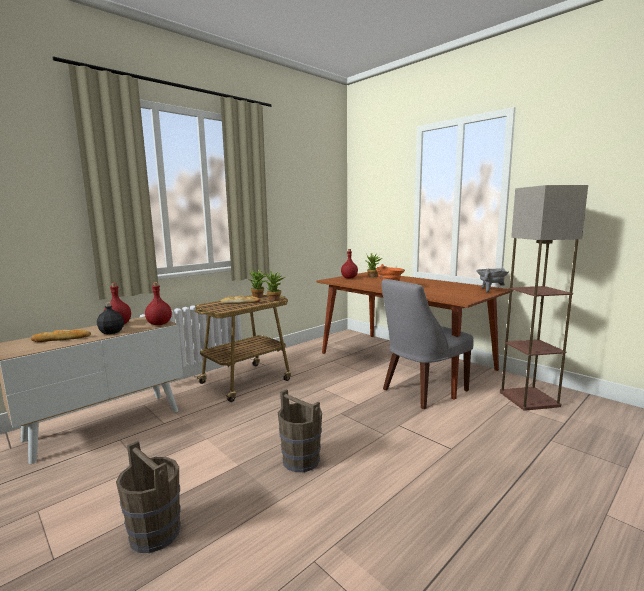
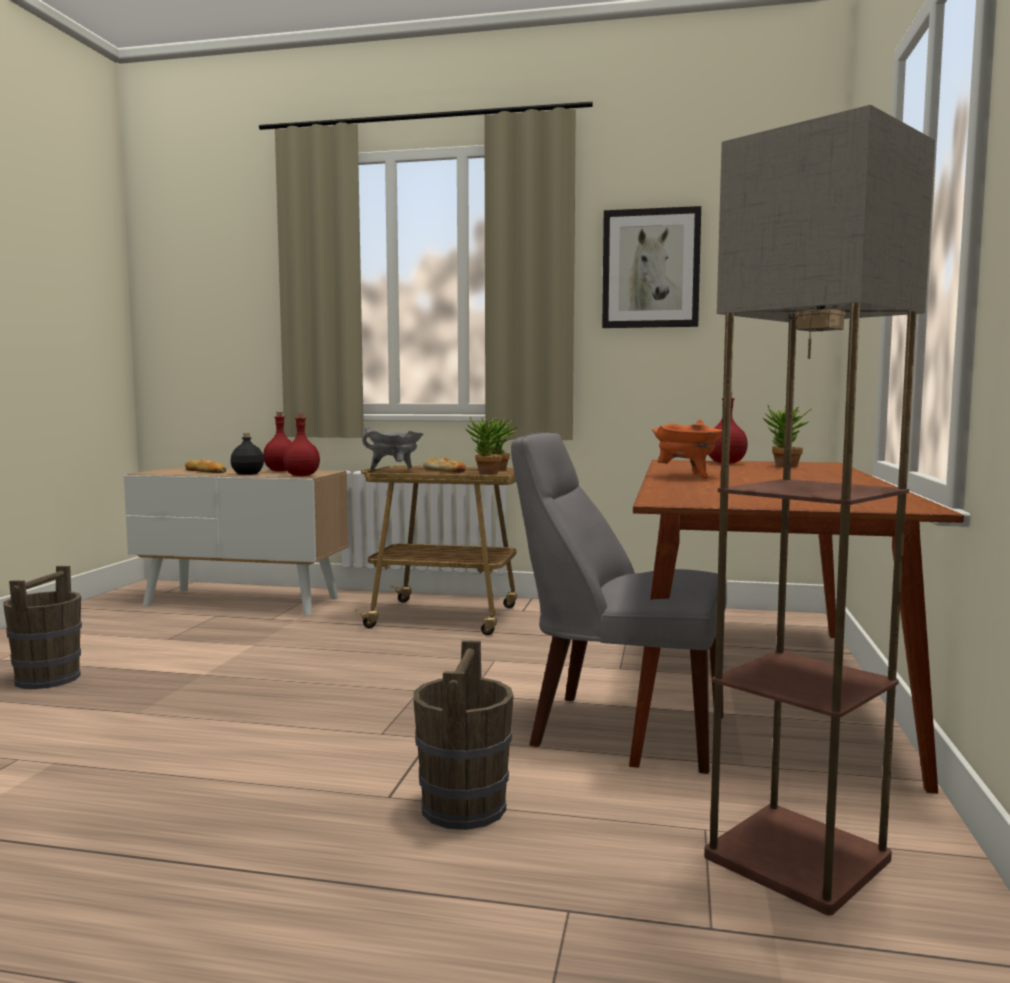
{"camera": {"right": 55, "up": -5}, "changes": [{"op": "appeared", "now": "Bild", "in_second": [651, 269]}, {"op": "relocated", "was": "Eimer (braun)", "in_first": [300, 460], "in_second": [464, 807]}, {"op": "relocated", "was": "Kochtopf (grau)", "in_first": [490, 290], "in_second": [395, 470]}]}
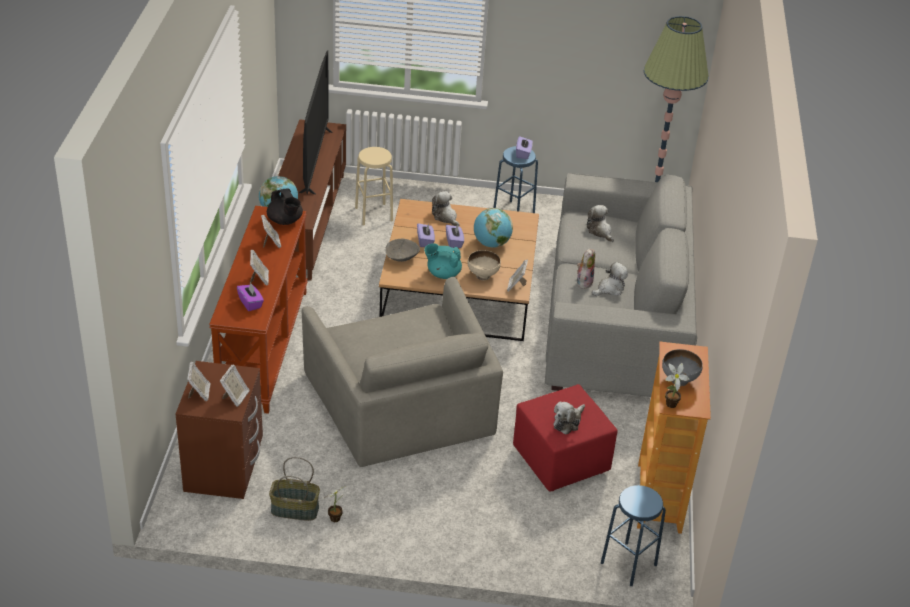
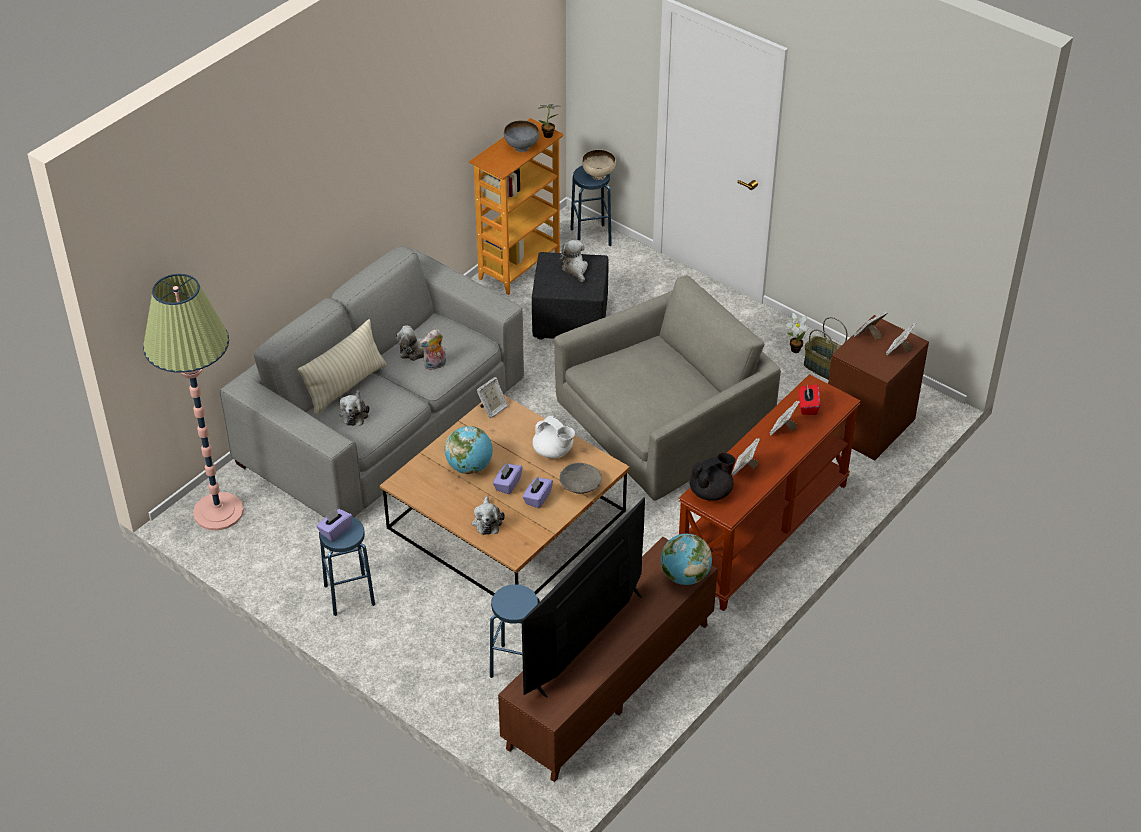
{"camera": {"right": -145, "up": 5}, "changes": [{"op": "appeared", "now": "Kissen (beige)", "in_second": [345, 386]}, {"op": "relocated", "was": "Schüssel (beige)", "in_first": [483, 275], "in_second": [598, 176]}, {"op": "colour", "was": "Taschentuchbox (lila)", "now": "Taschentuchbox (rot)", "in_first": [250, 303], "in_second": [807, 406]}, {"op": "colour", "was": "Hocker (beige)", "now": "Hocker (blau)", "in_first": [373, 214], "in_second": [516, 665]}, {"op": "colour", "was": "Teekanne (türkis)", "now": "Teekanne (weiß)", "in_first": [443, 274], "in_second": [553, 451]}, {"op": "colour", "was": "Polsterhocker (rot)", "now": "Polsterhocker (schwarz)", "in_first": [560, 462], "in_second": [571, 320]}, {"op": "spun", "was": "Teekanne (schwarz)", "in_first": [285, 221], "in_second": [711, 492], "clockwise": 60}, {"op": "spun", "was": "Sessel (grau)", "in_first": [402, 402], "in_second": [665, 423], "clockwise": 45}, {"op": "spun", "was": "Plüschtier", "in_first": [568, 422], "in_second": [575, 268], "clockwise": -90}]}
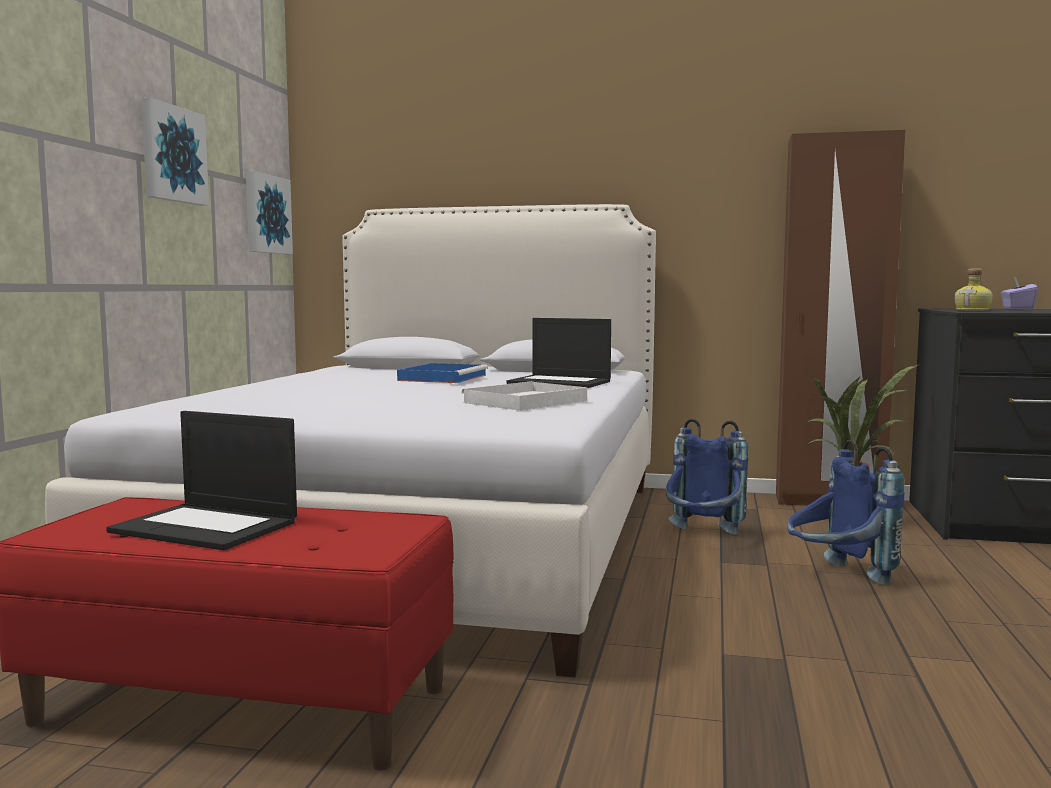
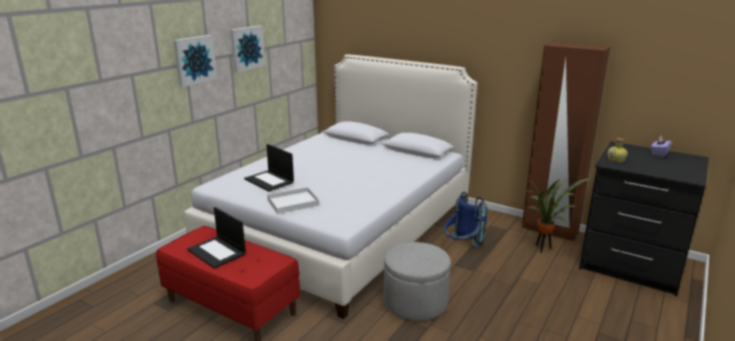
{"camera": {"right": 20, "up": 15}, "changes": [{"op": "missing", "was": "Tablett (blau)", "in_first": [443, 377]}, {"op": "missing", "was": "Rucksack (blau)", "in_first": [837, 578]}, {"op": "appeared", "now": "Polsterhocker (grau)", "in_second": [415, 302]}, {"op": "relocated", "was": "Bild", "in_first": [267, 214], "in_second": [194, 60]}, {"op": "relocated", "was": "Tablett (weiß)", "in_first": [524, 402], "in_second": [292, 203]}, {"op": "relocated", "was": "Laptop", "in_first": [561, 382], "in_second": [269, 181]}]}
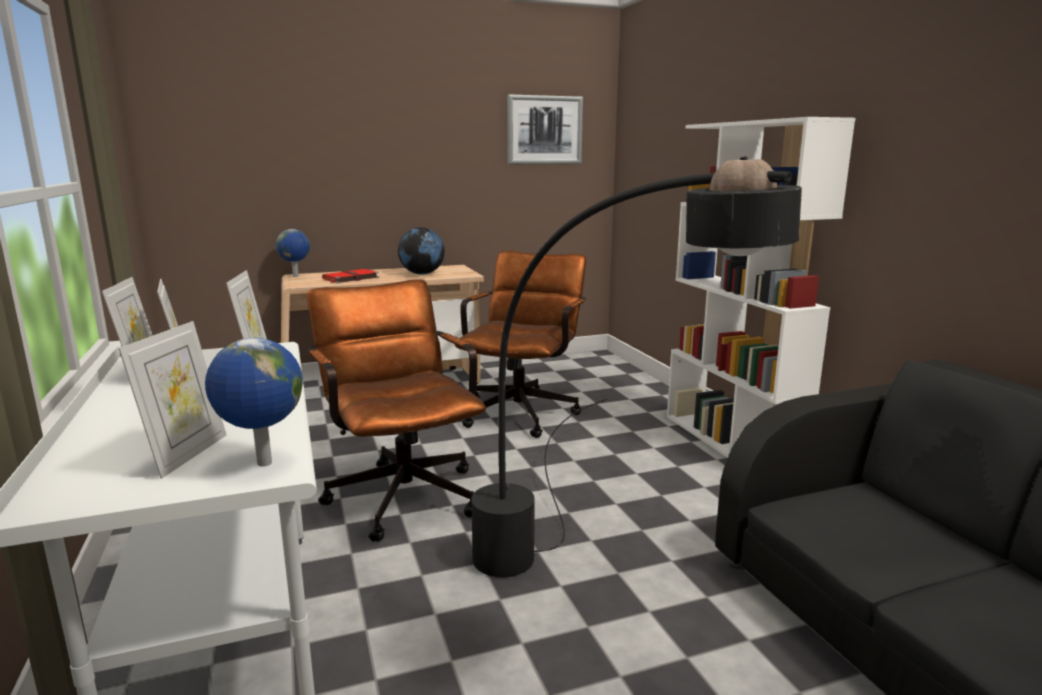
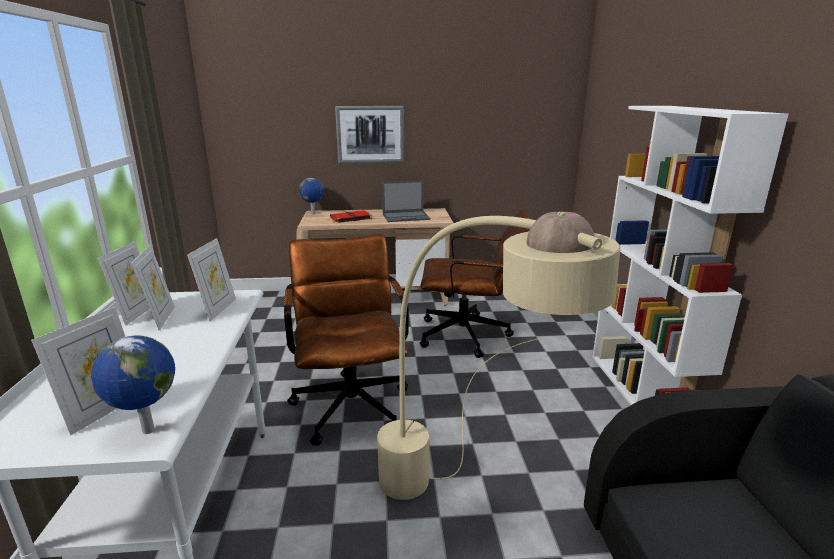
{"camera": {"right": 15, "up": 5}, "changes": [{"op": "relocated", "was": "Bild", "in_first": [544, 130], "in_second": [370, 134]}, {"op": "exchanged", "was": "Globus", "now": "Laptop", "in_first": [422, 274], "in_second": [406, 217]}, {"op": "colour", "was": "Stehlampe (schwarz)", "now": "Stehlampe (beige)", "in_first": [581, 579], "in_second": [459, 514]}, {"op": "spun", "was": "Bürostuhl (braun)", "in_first": [523, 410], "in_second": [472, 336], "clockwise": 60}]}
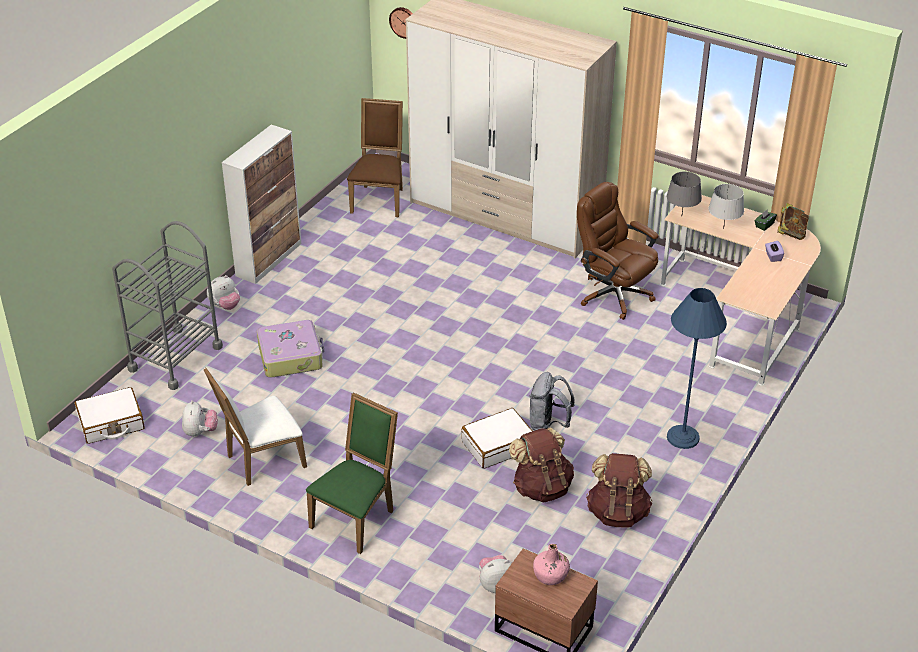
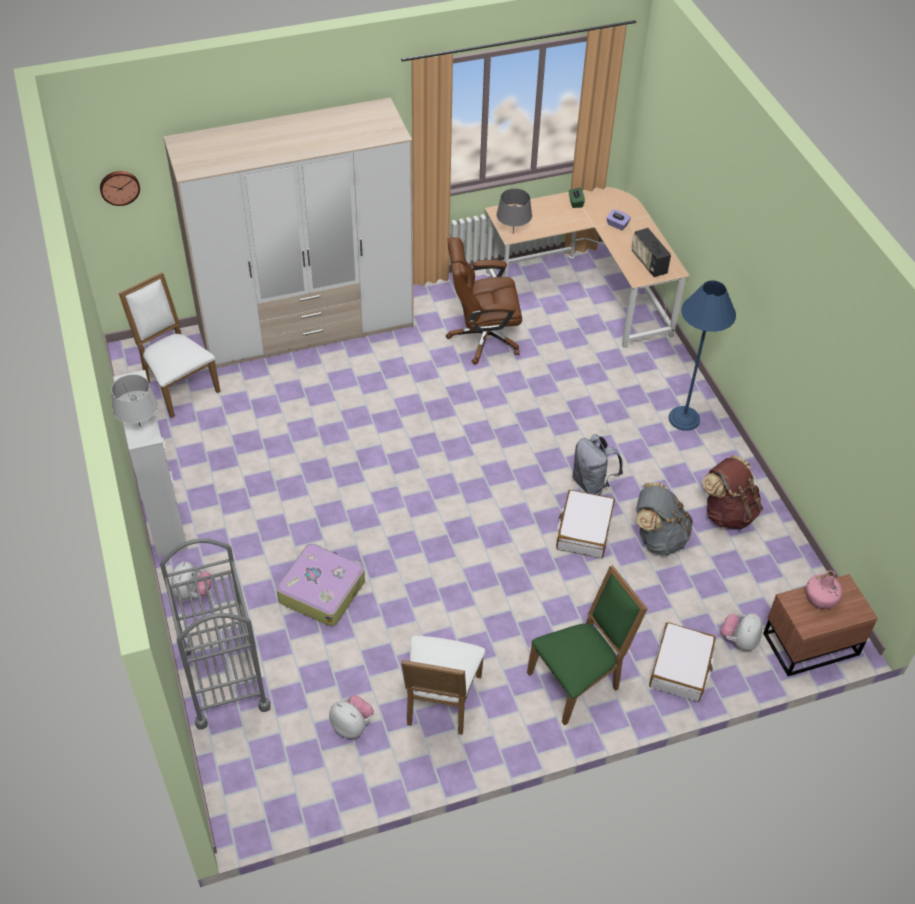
{"camera": {"right": -50, "up": 10}, "changes": [{"op": "missing", "was": "Buch", "in_first": [791, 232]}, {"op": "appeared", "now": "Radio", "in_second": [648, 263]}, {"op": "relocated", "was": "Koffer (weiß)", "in_first": [111, 423], "in_second": [681, 668]}, {"op": "relocated", "was": "Tischlampe (grau)", "in_first": [723, 228], "in_second": [140, 426]}, {"op": "colour", "was": "Stuhl (braun)", "now": "Stuhl (weiß)", "in_first": [379, 199], "in_second": [178, 385]}, {"op": "colour", "was": "Rucksack (braun)", "now": "Rucksack (grau)", "in_first": [541, 487], "in_second": [658, 537]}, {"op": "spun", "was": "Stuhl (grün)", "in_first": [356, 517], "in_second": [578, 681], "clockwise": 75}]}
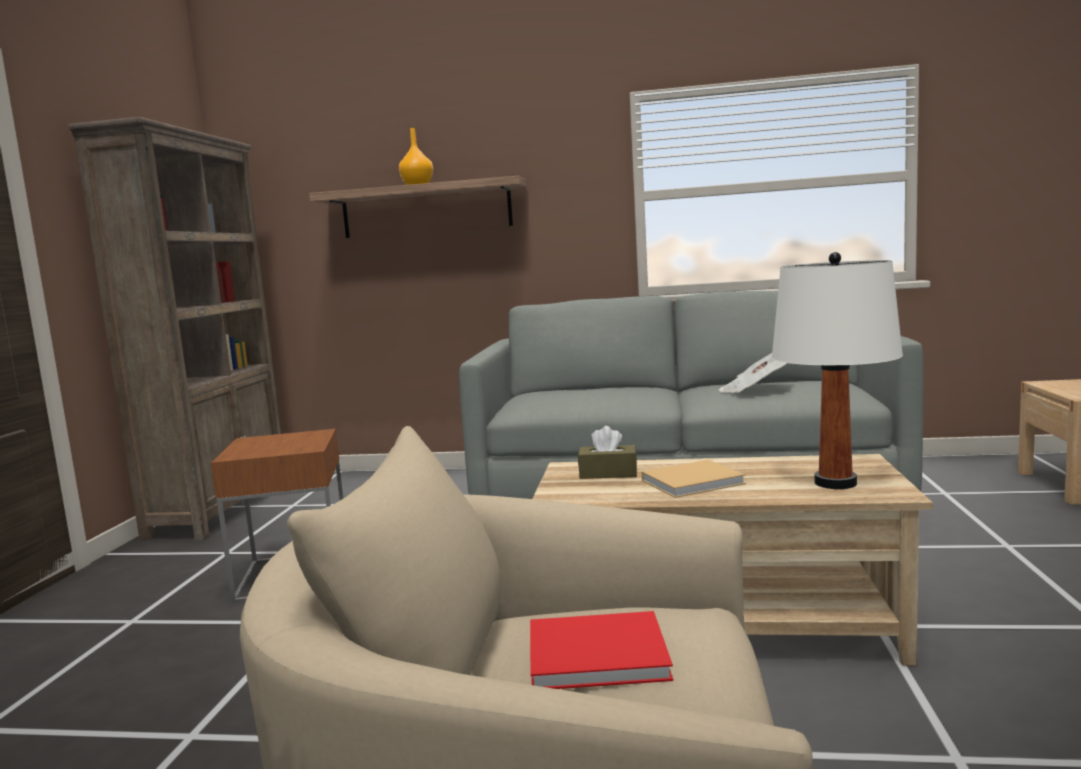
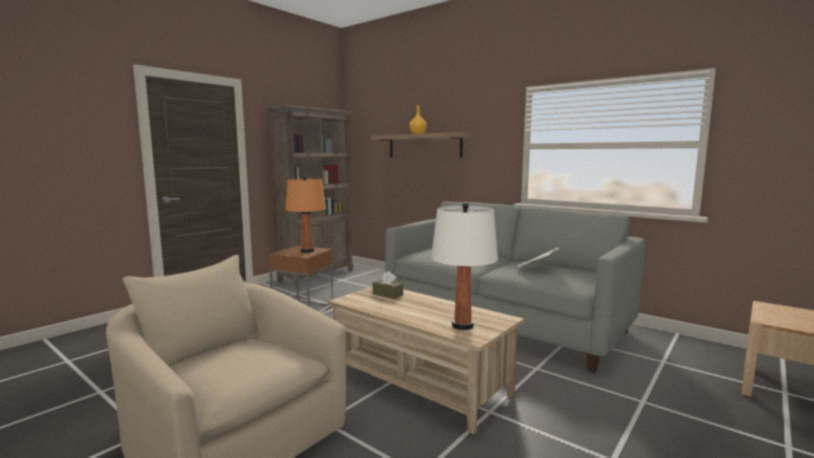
{"camera": {"right": 30, "up": 0}, "changes": [{"op": "missing", "was": "Buch (rot)", "in_first": [602, 655]}, {"op": "missing", "was": "Buch (beige)", "in_first": [695, 481]}, {"op": "appeared", "now": "Tischlampe (orange)", "in_second": [307, 251]}]}
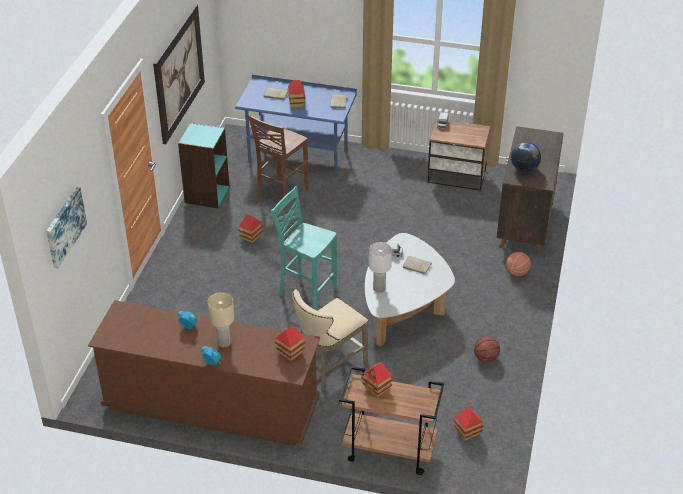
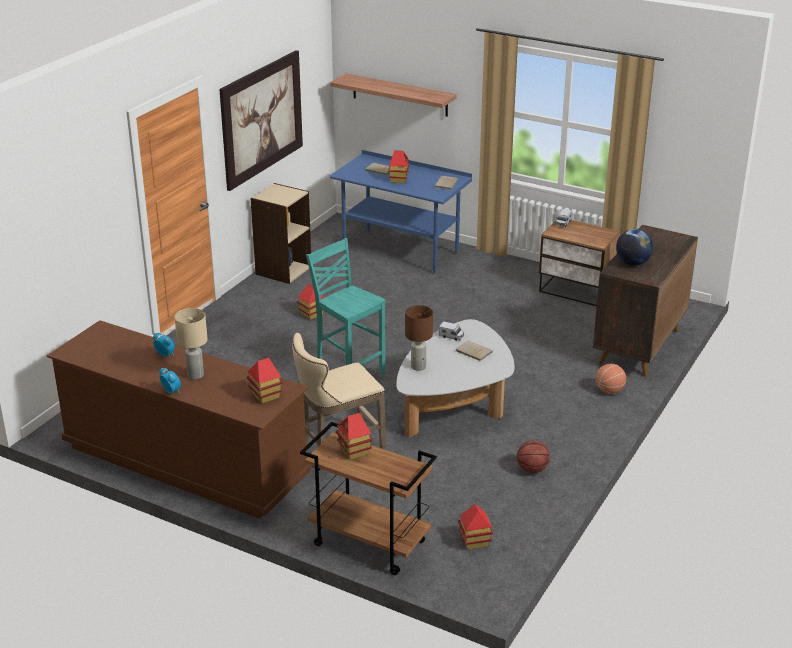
{"camera": {"right": 15, "up": -10}, "changes": [{"op": "missing", "was": "Bild", "in_first": [64, 227]}, {"op": "missing", "was": "Hocker (braun)", "in_first": [281, 194]}, {"op": "appeared", "now": "Wandregal", "in_second": [400, 95]}, {"op": "colour", "was": "Bücherregal (türkis)", "now": "Bücherregal (beige)", "in_first": [206, 194], "in_second": [283, 270]}, {"op": "colour", "was": "Tischlampe (weiß)", "now": "Tischlampe (braun)", "in_first": [379, 288], "in_second": [418, 367]}]}
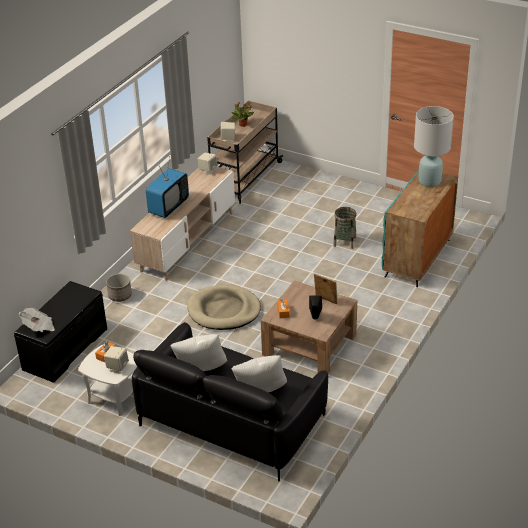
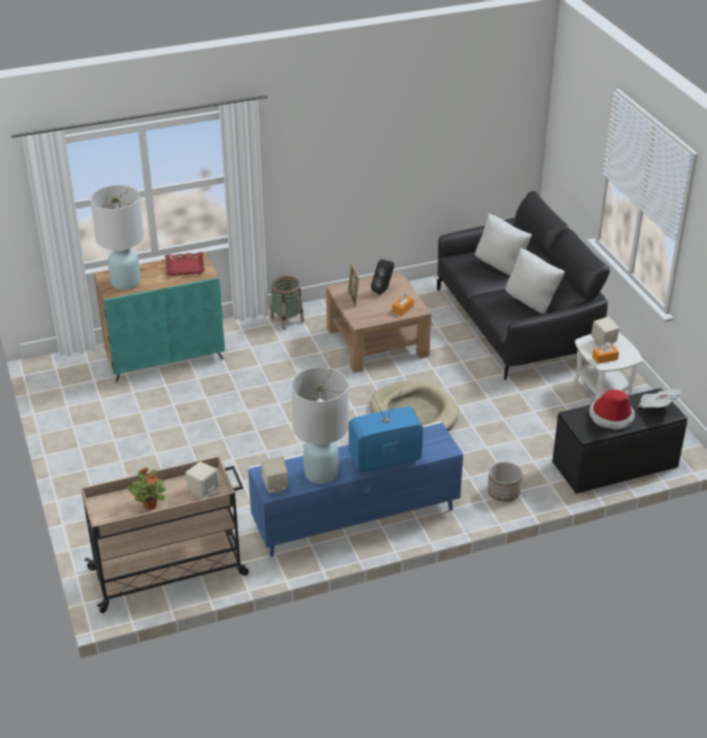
{"camera": {"right": -140, "up": 0}, "changes": [{"op": "appeared", "now": "Tablett (rot)", "in_second": [185, 267]}, {"op": "appeared", "now": "Tischlampe (weiß)", "in_second": [321, 473]}, {"op": "appeared", "now": "Hut", "in_second": [611, 416]}, {"op": "relocated", "was": "Korb", "in_first": [344, 242], "in_second": [287, 320]}, {"op": "colour", "was": "Fernsehschrank (beige)", "now": "Fernsehschrank (blau)", "in_first": [187, 241], "in_second": [355, 517]}]}
